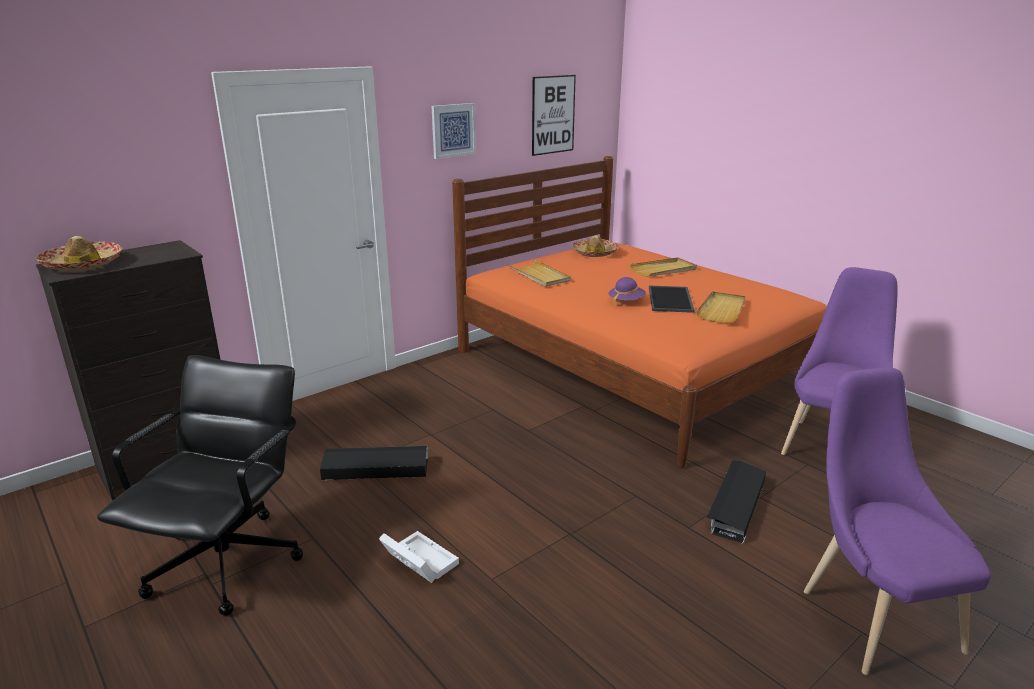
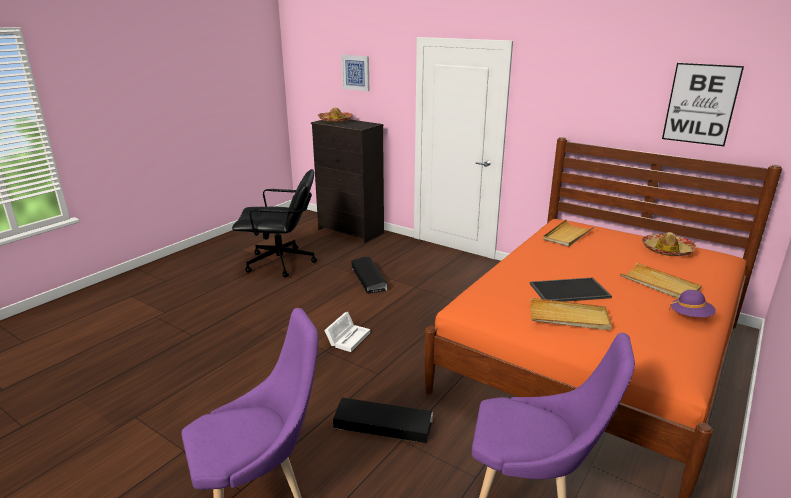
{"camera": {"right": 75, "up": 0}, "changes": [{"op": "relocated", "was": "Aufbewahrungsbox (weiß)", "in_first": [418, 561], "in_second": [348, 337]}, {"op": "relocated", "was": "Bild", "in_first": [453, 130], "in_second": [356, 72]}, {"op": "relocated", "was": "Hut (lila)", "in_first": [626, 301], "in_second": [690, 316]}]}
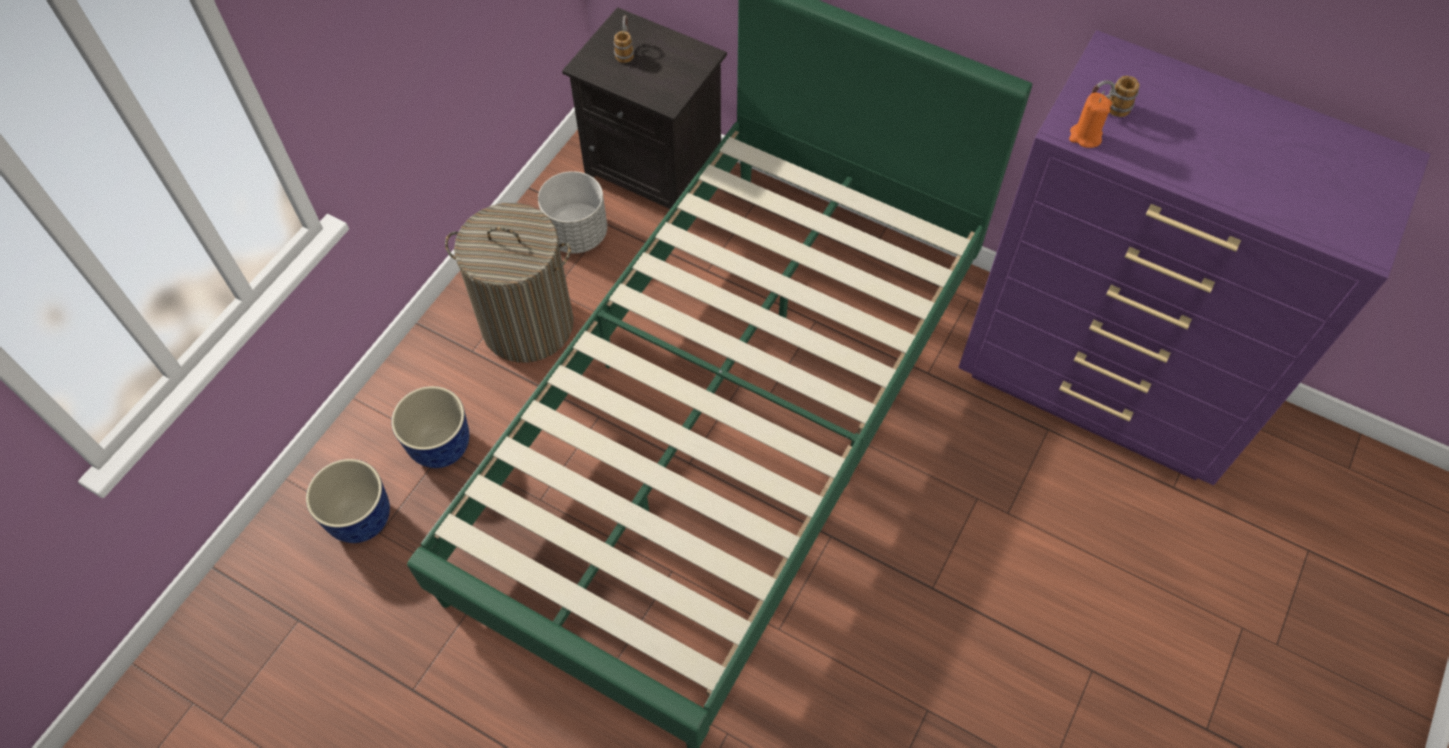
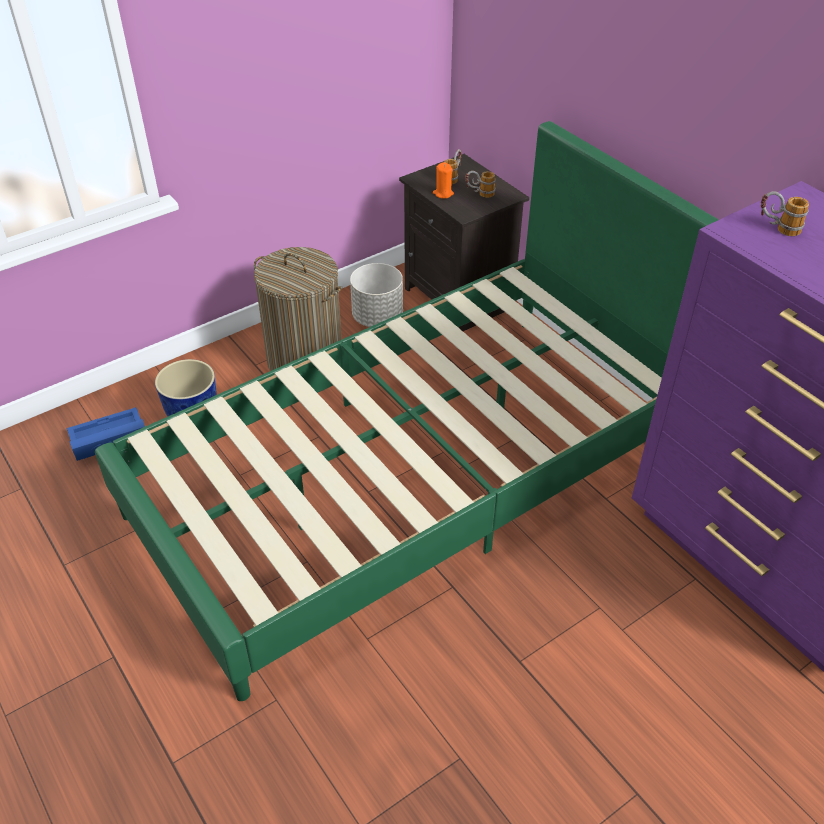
{"camera": {"right": 25, "up": -15}, "changes": [{"op": "appeared", "now": "Henkelbecher", "in_second": [479, 194]}, {"op": "relocated", "was": "Kerze (orange)", "in_first": [1085, 136], "in_second": [443, 193]}, {"op": "exchanged", "was": "Pflanzkübel", "now": "Aufbewahrungsbox (blau)", "in_first": [361, 520], "in_second": [107, 442]}]}
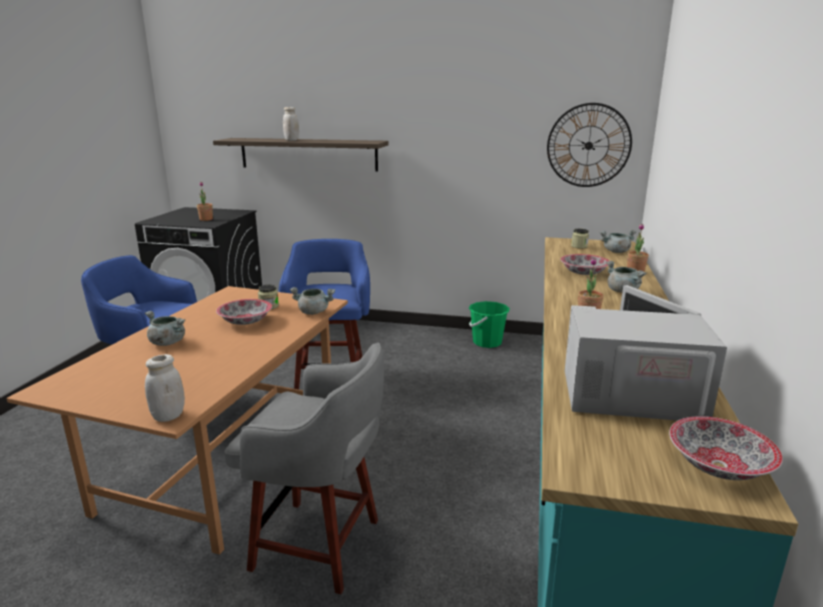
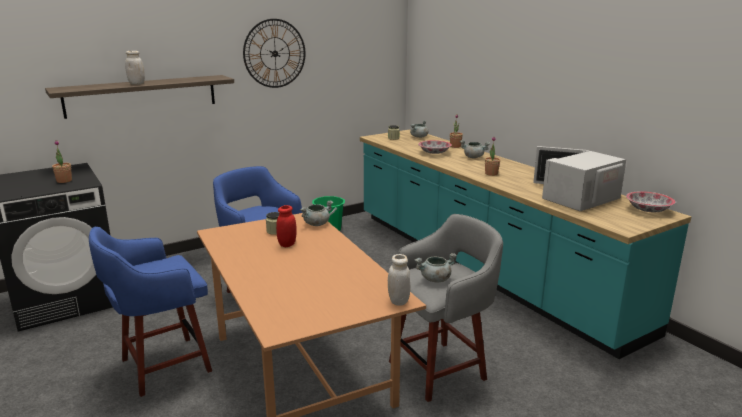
{"camera": {"right": -45, "up": 0}, "changes": [{"op": "relocated", "was": "Kochtopf (grau)", "in_first": [167, 342], "in_second": [435, 279]}, {"op": "relocated", "was": "Wanduhr", "in_first": [588, 145], "in_second": [275, 53]}, {"op": "exchanged", "was": "Schüssel", "now": "Vorratsglas (rot)", "in_first": [246, 321], "in_second": [287, 244]}]}
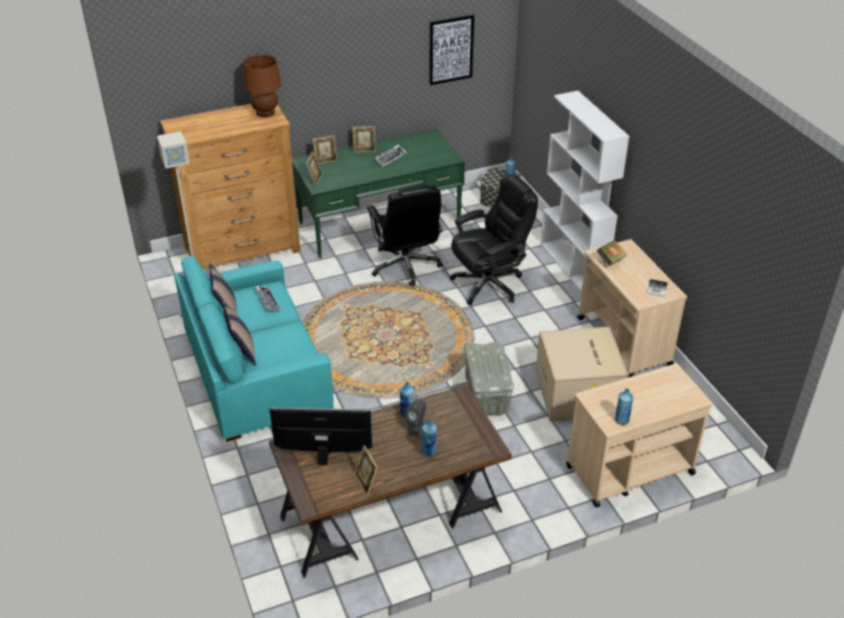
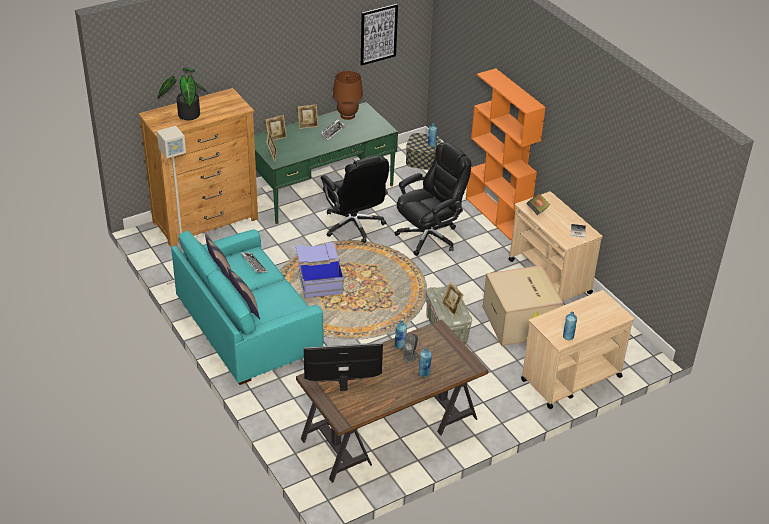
{"camera": {"right": -10, "up": 0}, "changes": [{"op": "appeared", "now": "Topfpflanze", "in_second": [186, 114]}, {"op": "appeared", "now": "Aufbewahrungsbox (blau)", "in_second": [319, 279]}, {"op": "relocated", "was": "Tischlampe (braun)", "in_first": [265, 112], "in_second": [347, 115]}, {"op": "relocated", "was": "Bilderrahmen", "in_first": [366, 483], "in_second": [451, 308]}, {"op": "colour", "was": "Bücherregal (weiß)", "now": "Bücherregal (orange)", "in_first": [573, 265], "in_second": [497, 215]}]}
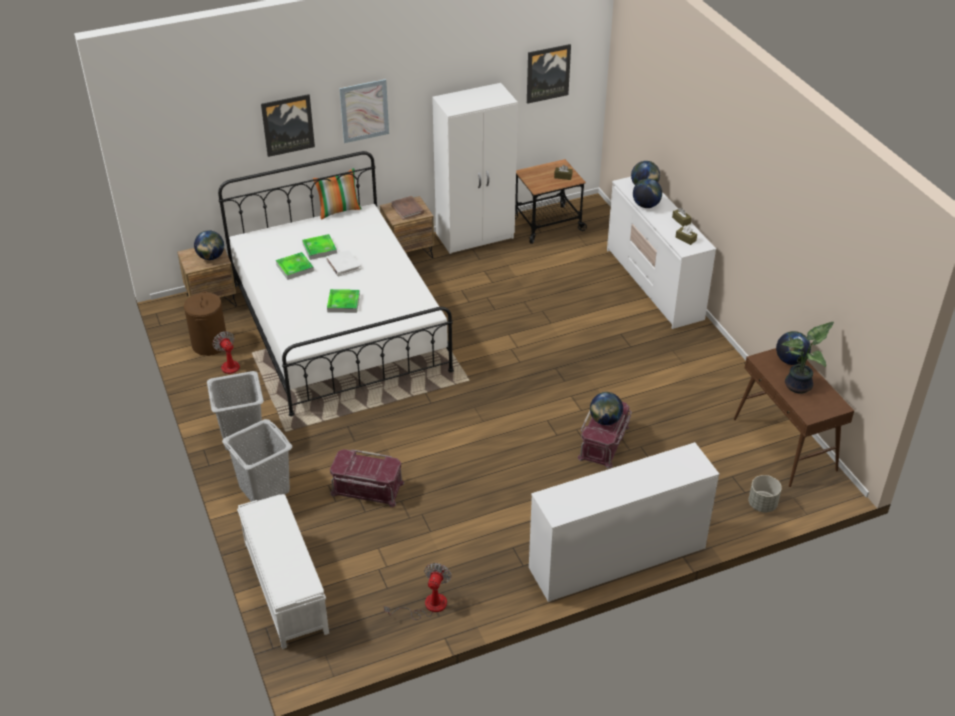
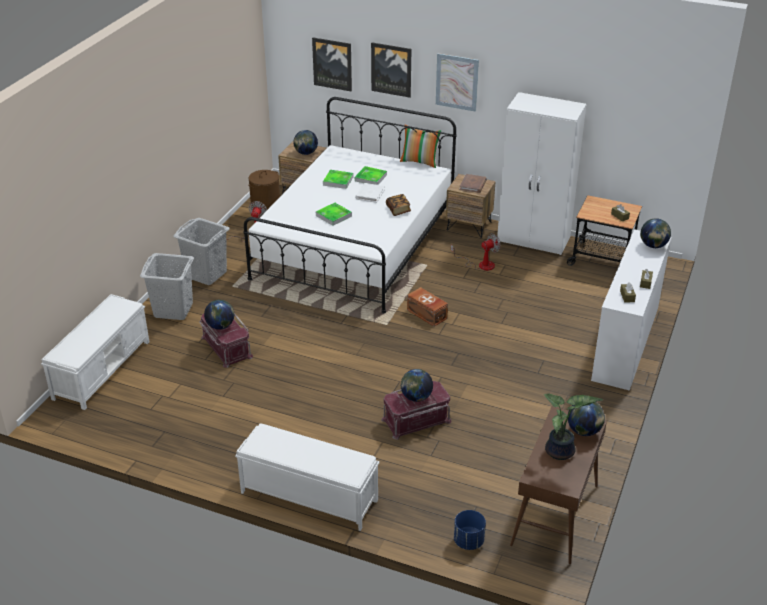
{"camera": {"right": 45, "up": -5}, "changes": [{"op": "appeared", "now": "Buch", "in_second": [398, 210]}, {"op": "appeared", "now": "Aufbewahrungsbox (braun)", "in_second": [427, 314]}, {"op": "relocated", "was": "Ventilator", "in_first": [427, 606], "in_second": [480, 264]}, {"op": "relocated", "was": "Bild", "in_first": [547, 73], "in_second": [332, 64]}, {"op": "relocated", "was": "Globus", "in_first": [646, 205], "in_second": [220, 326]}, {"op": "exchanged", "was": "Kommode (weiß)", "now": "Bank (weiß)", "in_first": [617, 558], "in_second": [308, 496]}, {"op": "colour", "was": "Pflanzkübel (grau)", "now": "Pflanzkübel (blau)", "in_first": [762, 504], "in_second": [468, 541]}]}
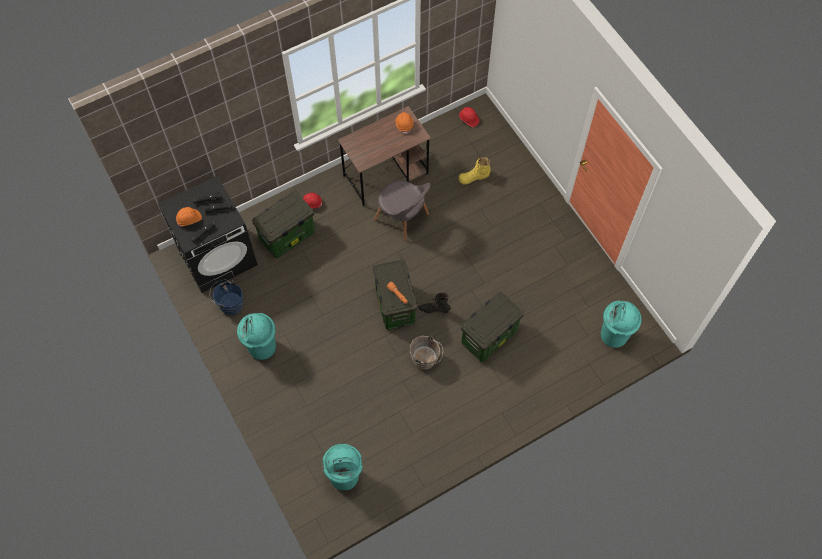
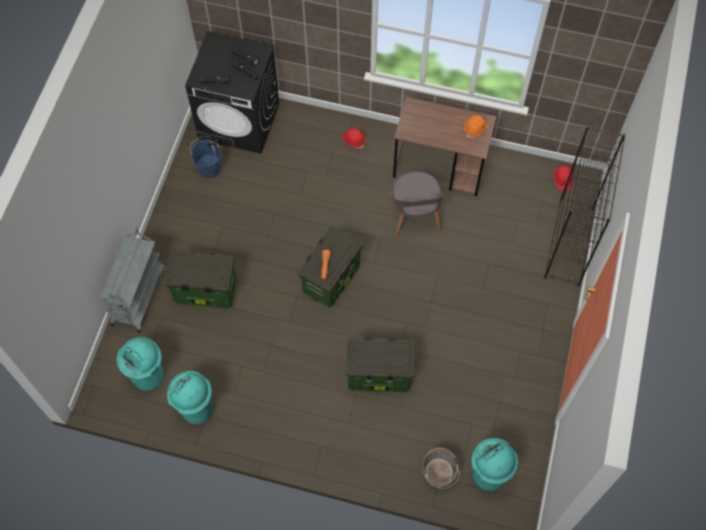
{"camera": {"right": 45, "up": 0}, "changes": [{"op": "missing", "was": "Schutzhelm (orange)", "in_first": [189, 219]}, {"op": "missing", "was": "Stiefel (schwarz)", "in_first": [434, 309]}, {"op": "missing", "was": "Stiefel (gelb)", "in_first": [474, 177]}, {"op": "appeared", "now": "Rollwagen (grau)", "in_second": [138, 295]}, {"op": "appeared", "now": "Bücherregal (schwarz)", "in_second": [569, 243]}, {"op": "relocated", "was": "Mülleimer (türkis)", "in_first": [262, 348], "in_second": [196, 409]}, {"op": "relocated", "was": "Aufbewahrungsbox", "in_first": [287, 237], "in_second": [204, 292]}, {"op": "relocated", "was": "Eimer (braun)", "in_first": [426, 360], "in_second": [439, 476]}]}
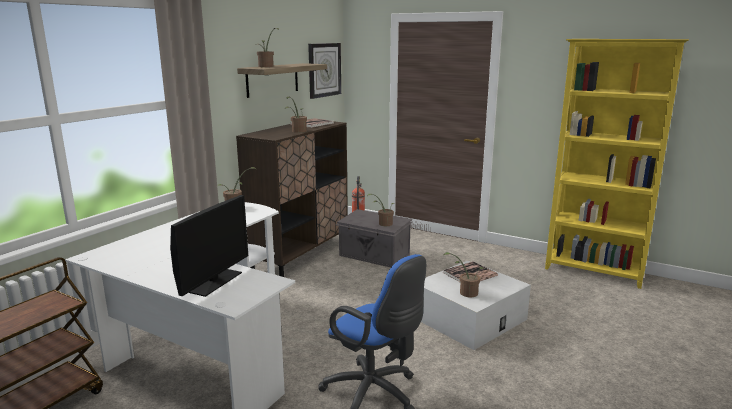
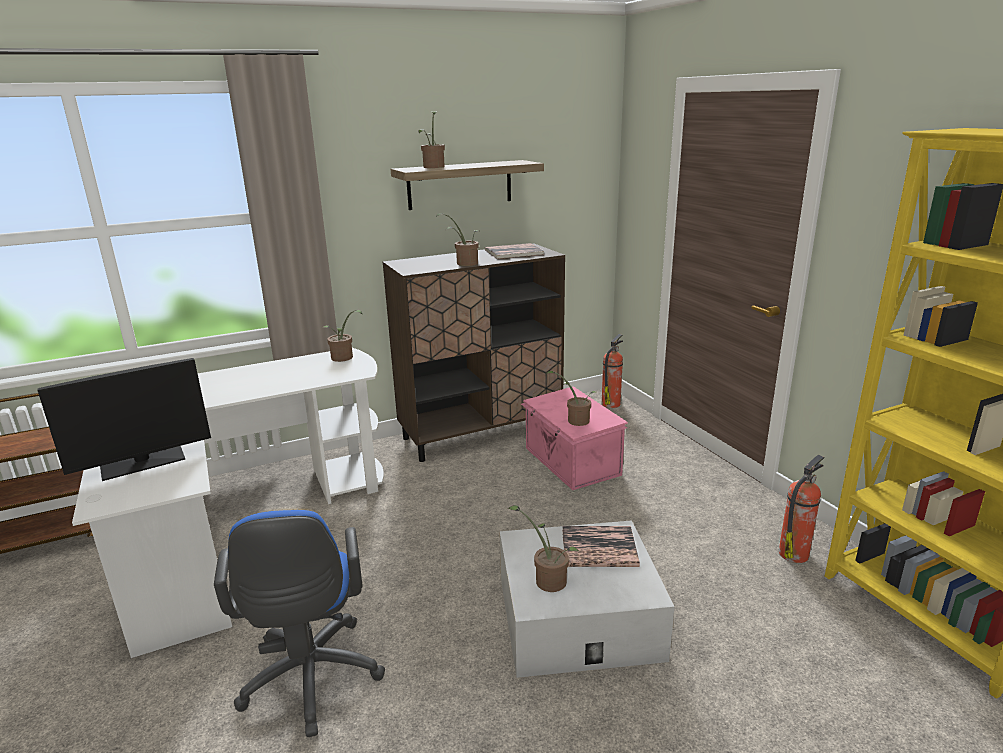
{"camera": {"right": 35, "up": 5}, "changes": [{"op": "missing", "was": "Wanduhr", "in_first": [324, 70]}, {"op": "appeared", "now": "Feuerlöscher", "in_second": [794, 553]}, {"op": "colour", "was": "Aufbewahrungsbox (grau)", "now": "Aufbewahrungsbox (rosa)", "in_first": [374, 255], "in_second": [571, 462]}]}
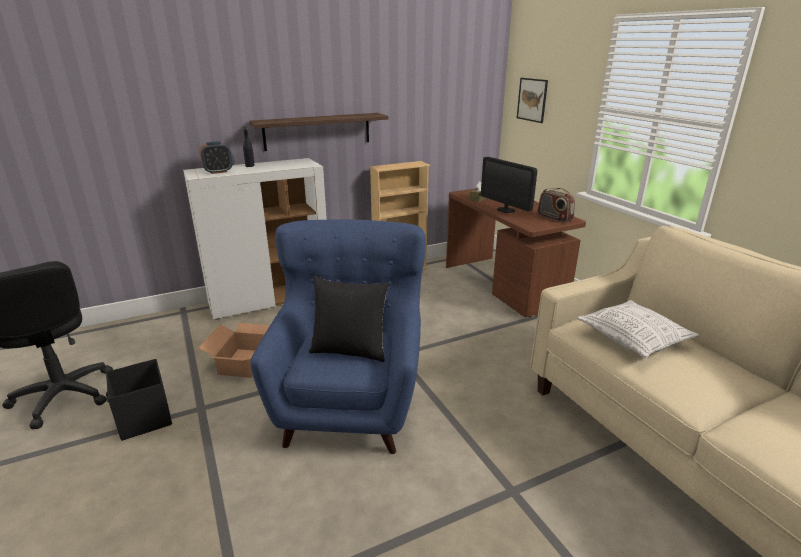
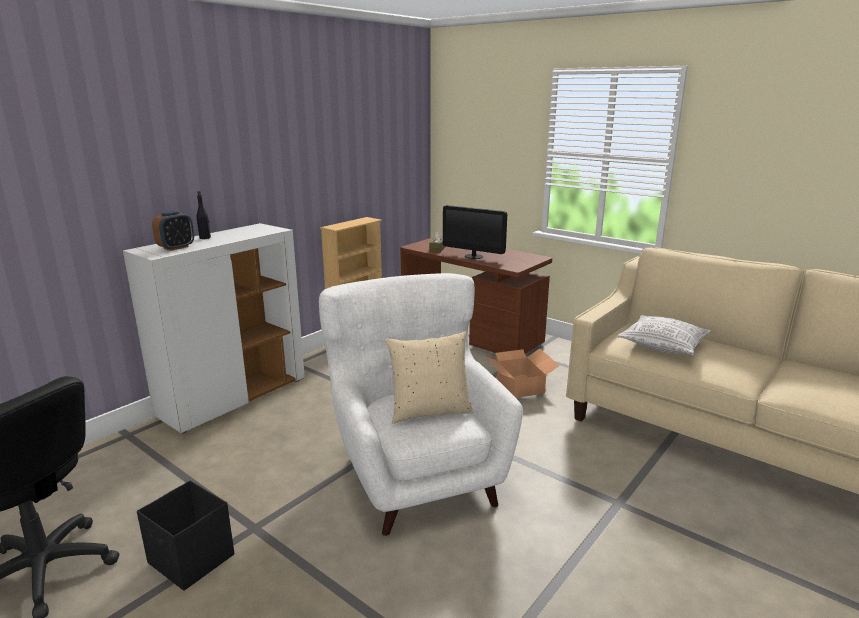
{"camera": {"right": -25, "up": -5}, "changes": [{"op": "missing", "was": "Wandregal", "in_first": [317, 131]}, {"op": "missing", "was": "Bild", "in_first": [532, 100]}, {"op": "missing", "was": "Radio", "in_first": [554, 218]}, {"op": "relocated", "was": "Karton", "in_first": [245, 362], "in_second": [520, 385]}, {"op": "colour", "was": "Sessel (blau)", "now": "Sessel (weiß)", "in_first": [350, 403], "in_second": [417, 475]}, {"op": "colour", "was": "Kissen (schwarz)", "now": "Kissen (beige)", "in_first": [350, 350], "in_second": [429, 411]}]}
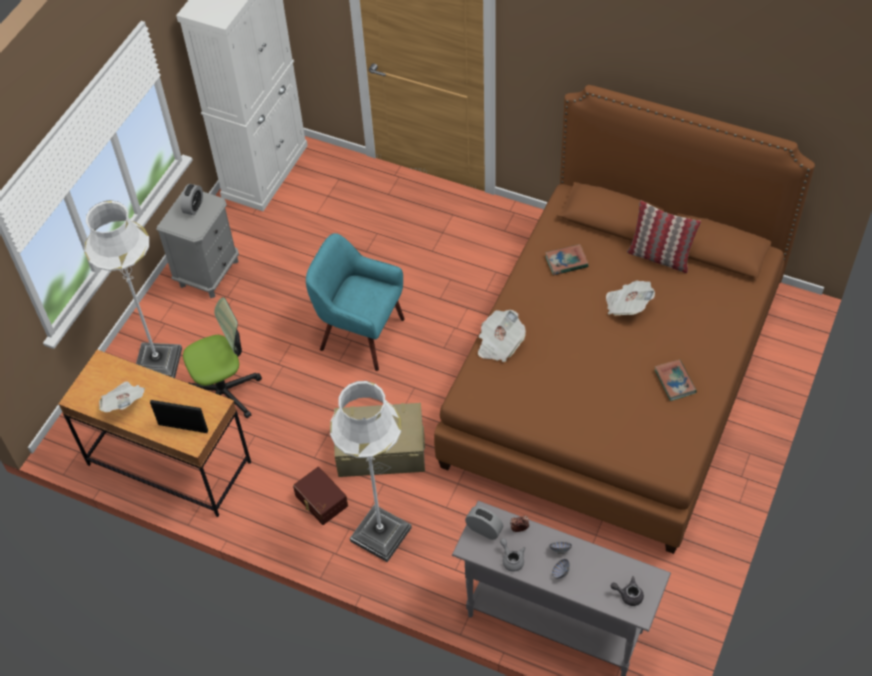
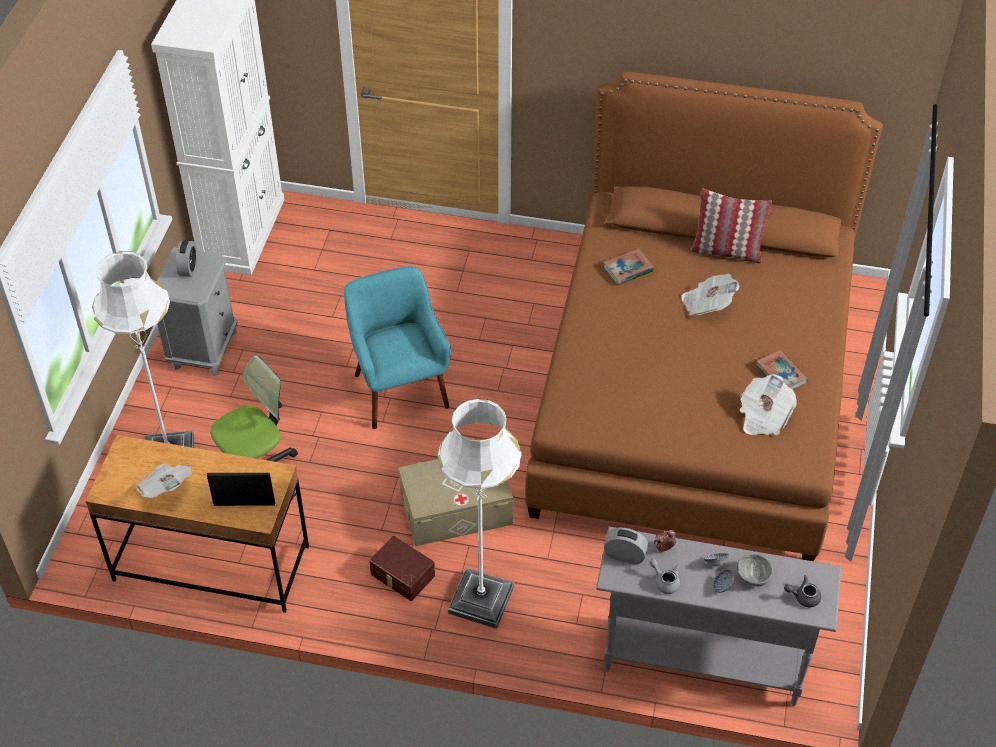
{"camera": {"right": -15, "up": -5}, "changes": [{"op": "appeared", "now": "Schüssel (grau)", "in_second": [753, 576]}, {"op": "relocated", "was": "Zeitung", "in_first": [499, 344], "in_second": [763, 416]}, {"op": "spun", "was": "Sessel (türkis)", "in_first": [360, 334], "in_second": [399, 390], "clockwise": 60}]}
